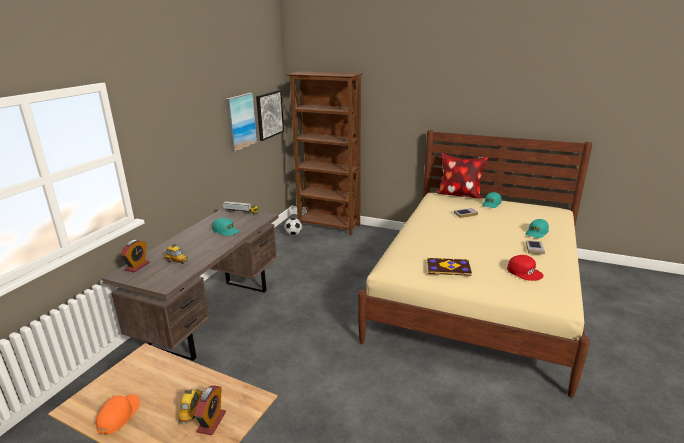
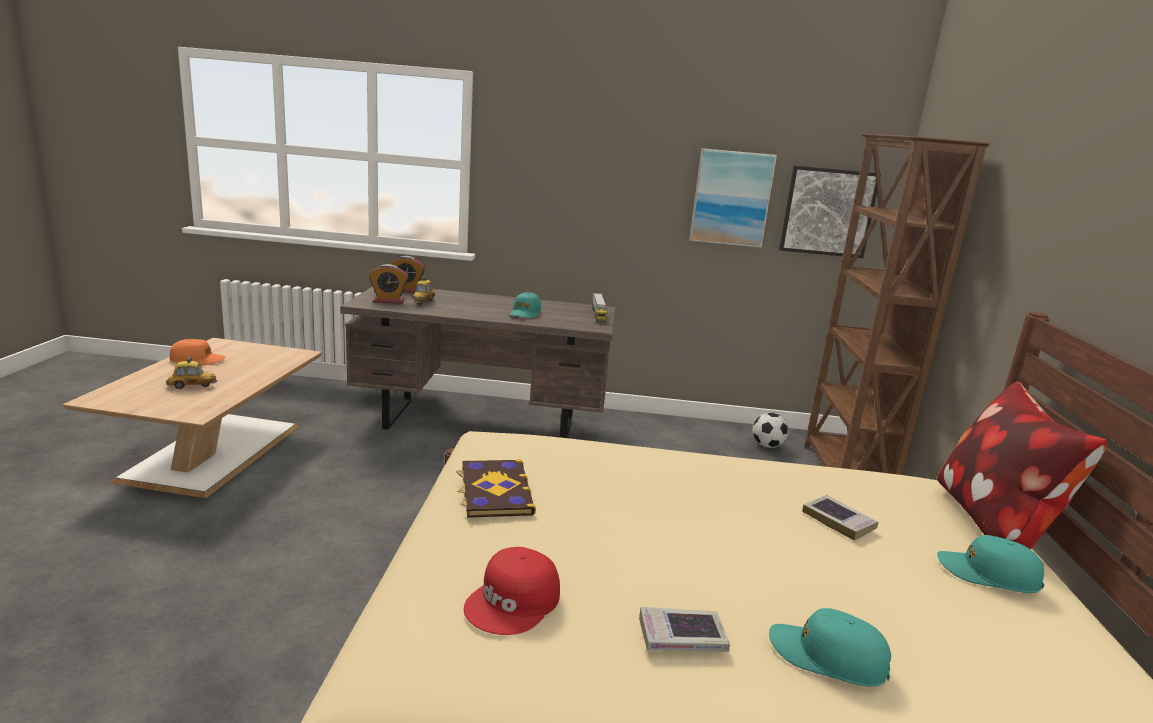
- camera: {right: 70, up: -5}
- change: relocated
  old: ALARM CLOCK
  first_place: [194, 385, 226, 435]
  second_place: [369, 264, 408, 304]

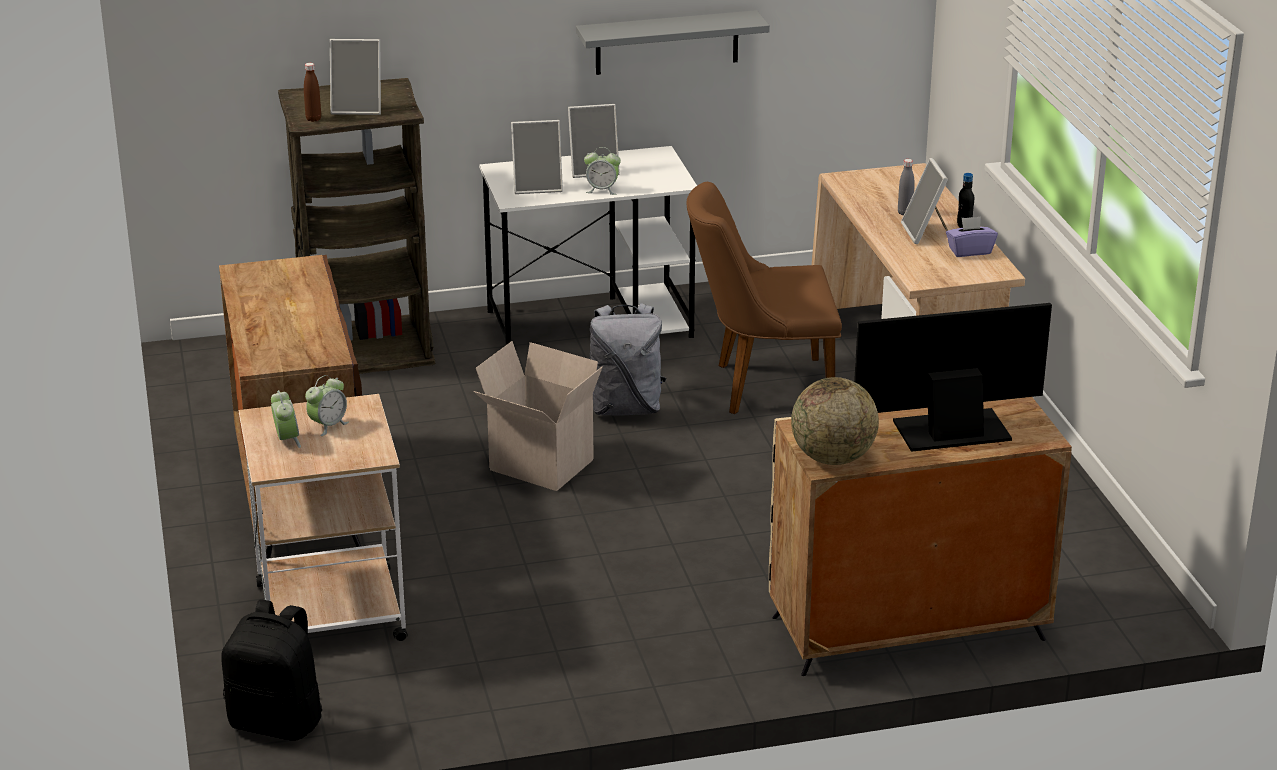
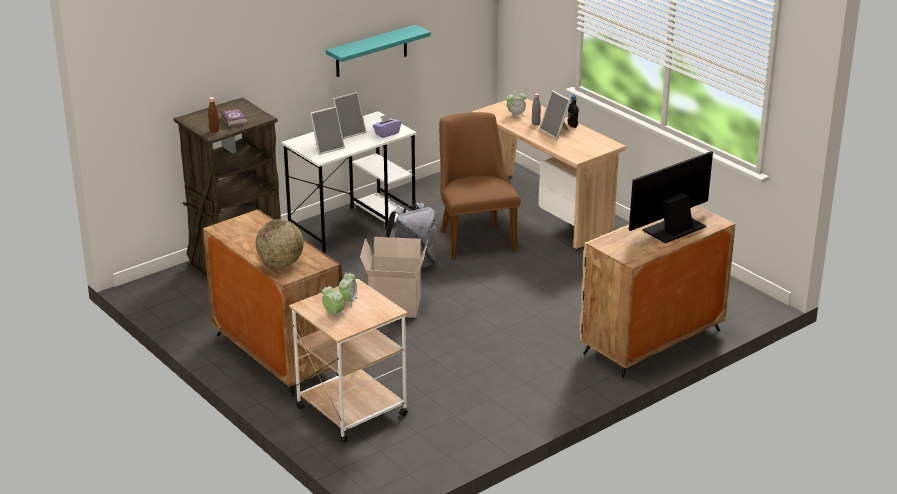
- camera: {right: -25, up: 0}
- change: exchanged
  old: PICTURE FRAME
  new: BOOK
  first_place: [330, 39, 381, 115]
  second_place: [220, 108, 248, 127]
- change: relocated
  old: WORLD GLOBE
  first_place: [791, 377, 879, 465]
  second_place: [256, 219, 304, 267]
- change: colour
  old: GRAY WALL SHELF
  new: TURQUOISE WALL SHELF
  first_place: [576, 10, 770, 75]
  second_place: [326, 25, 431, 77]
- change: relocated
  old: PURPLE TISSUE HOLDER
  first_place: [946, 216, 998, 257]
  second_place: [373, 114, 401, 138]
- change: spun
  old: BROWNISH CHAIR
  first_place: [686, 182, 842, 414]
  second_place: [439, 112, 521, 260]
  degrees: 105
- change: relocated
  old: ALARM CLOCK
  first_place: [584, 147, 621, 195]
  second_place: [506, 93, 526, 118]
- change: missing
  old: BLACKISH KNAPSACK
  first_place: [221, 600, 322, 741]

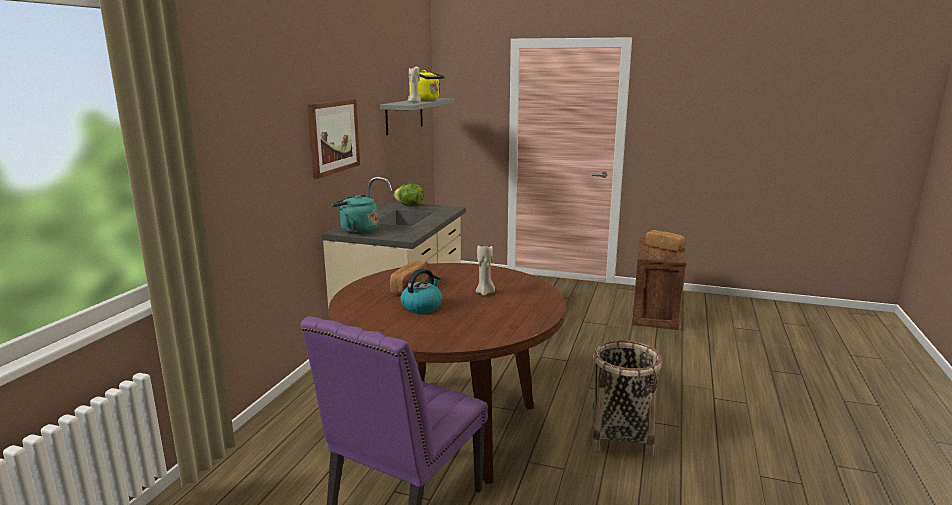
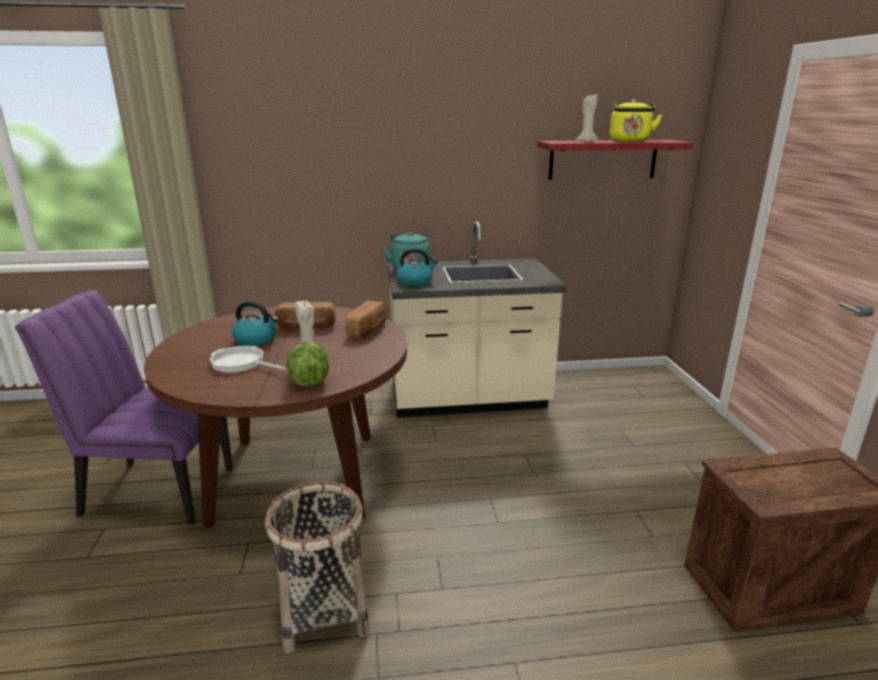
- camera: {right: 65, up: 5}
- change: appeared
  new: PAN
  second_place: [210, 346, 287, 373]
- change: relocated
  old: HEAD OF LETTUCE
  first_place: [394, 184, 424, 206]
  second_place: [286, 342, 329, 387]
- change: relocated
  old: BREAD
  first_place: [645, 230, 686, 252]
  second_place: [345, 301, 387, 338]
- change: appeared
  new: TEA KETTLE
  second_place: [397, 248, 438, 286]
- change: colour
  old: GRAY WALL SHELF
  new: RED WALL SHELF
  first_place: [380, 98, 455, 135]
  second_place: [537, 140, 693, 180]
- change: missing
  old: WALL ART
  first_place: [307, 99, 360, 179]

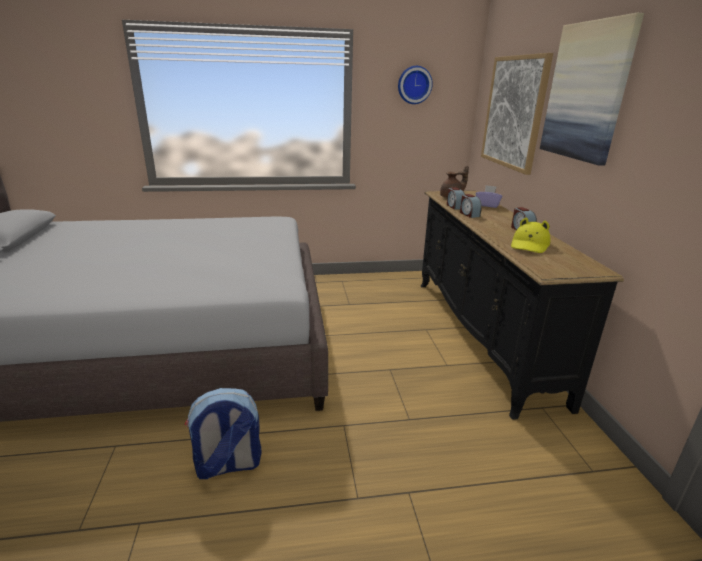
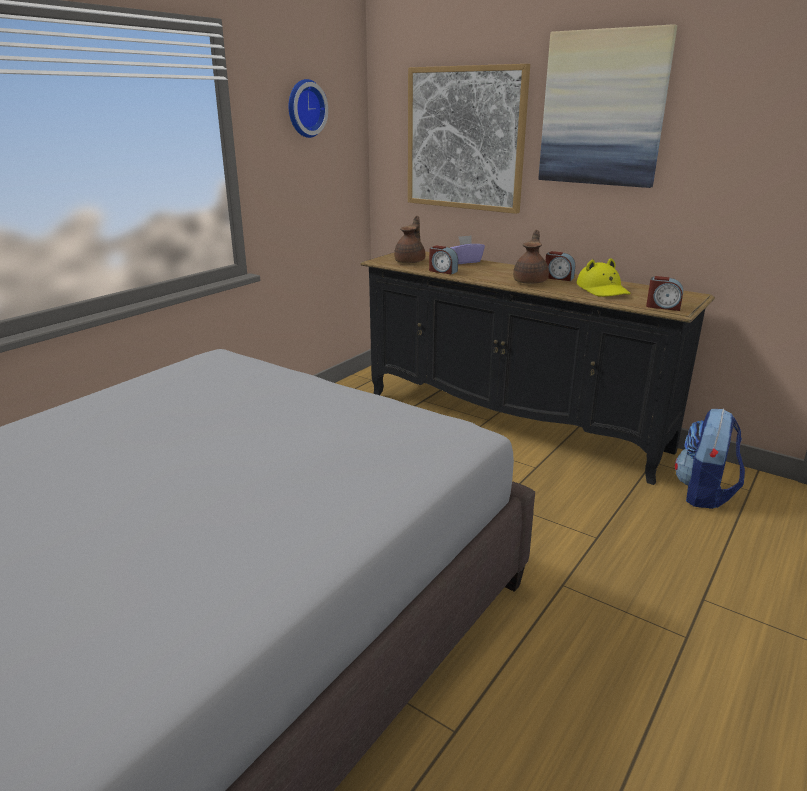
- camera: {right: -45, up: 0}
- change: appeared
  new: BROWNISH TEAPOT
  second_place: [513, 230, 549, 284]
- change: relocated
  old: ALARM CLOCK
  first_place: [460, 194, 482, 218]
  second_place: [646, 276, 683, 311]
- change: relocated
  old: KNAPSACK
  first_place: [185, 388, 262, 479]
  second_place: [675, 409, 745, 509]

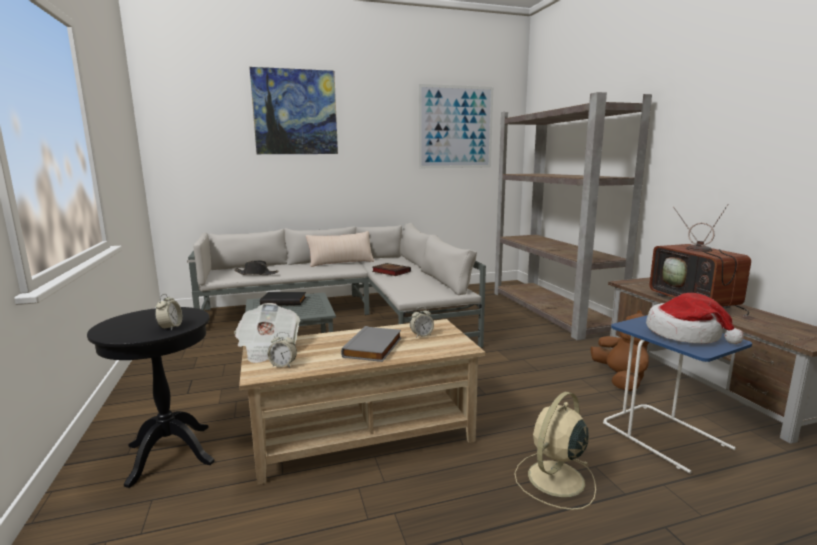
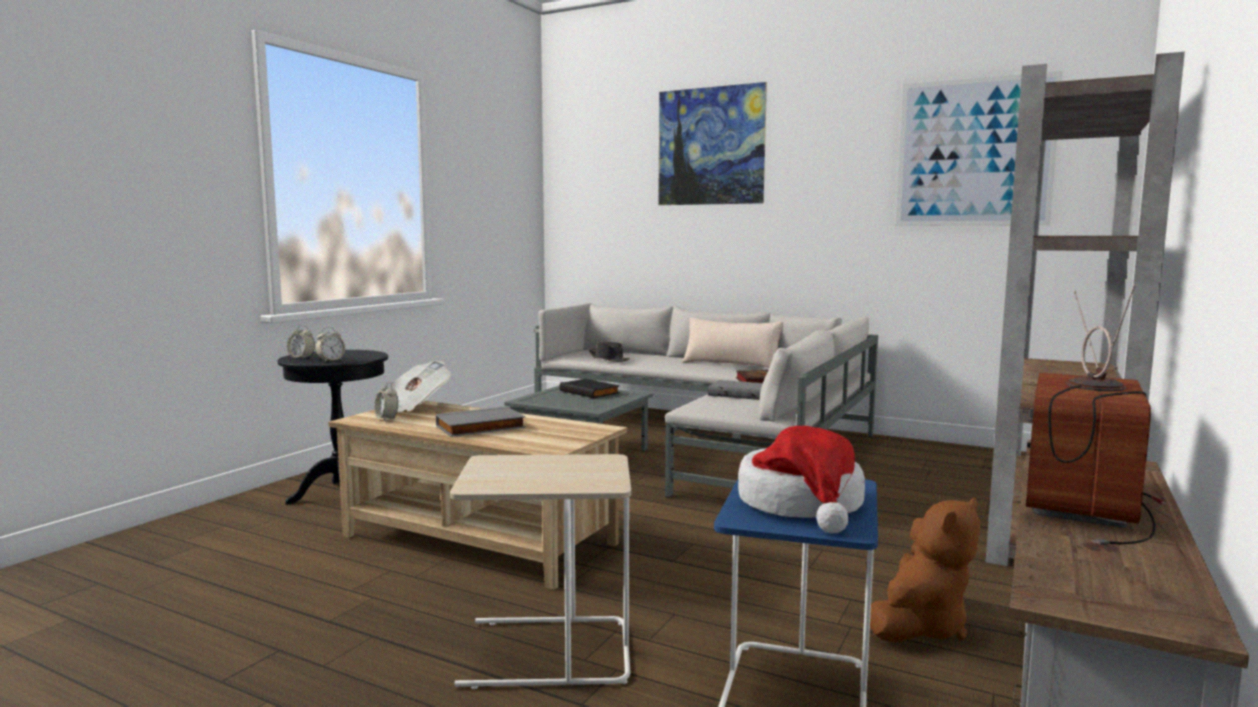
- camera: {right: 45, up: -5}
- change: relocated
  old: ALARM CLOCK
  first_place: [410, 307, 434, 338]
  second_place: [287, 325, 315, 359]
- change: exchanged
  old: BEIGE-COLOURED FAN
  new: BEIGE-COLOURED END TABLE
  first_place: [514, 392, 596, 510]
  second_place: [450, 454, 631, 689]
- change: appeared
  new: GRAY BOOK
  second_place: [708, 380, 763, 400]

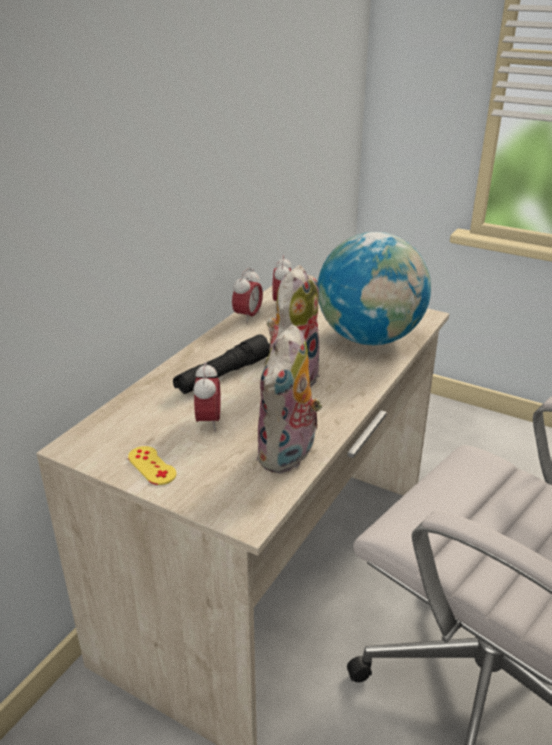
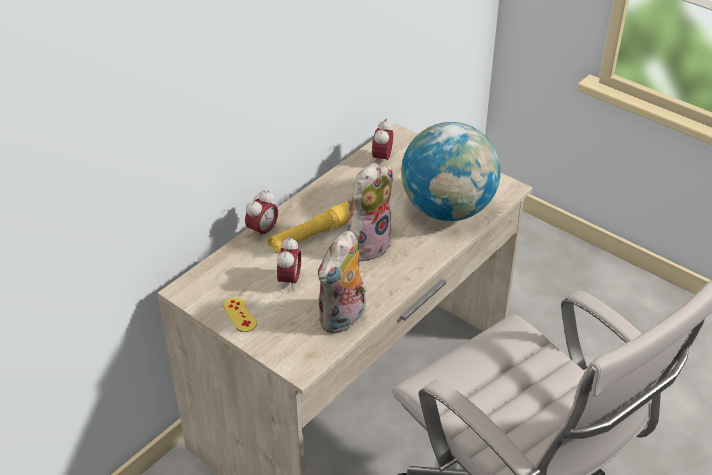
- camera: {right: 10, up: 10}
- change: relocated
  old: ALARM CLOCK
  first_place: [232, 268, 263, 323]
  second_place: [245, 190, 278, 241]
- change: colour
  old: BLACKISH TORCH
  new: YELLOW TORCH
  first_place: [173, 334, 270, 394]
  second_place: [267, 202, 350, 253]

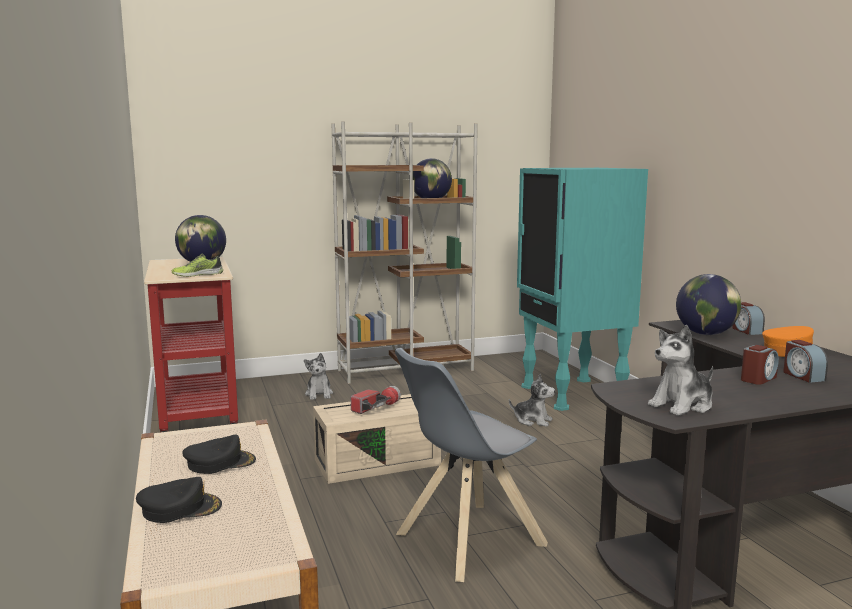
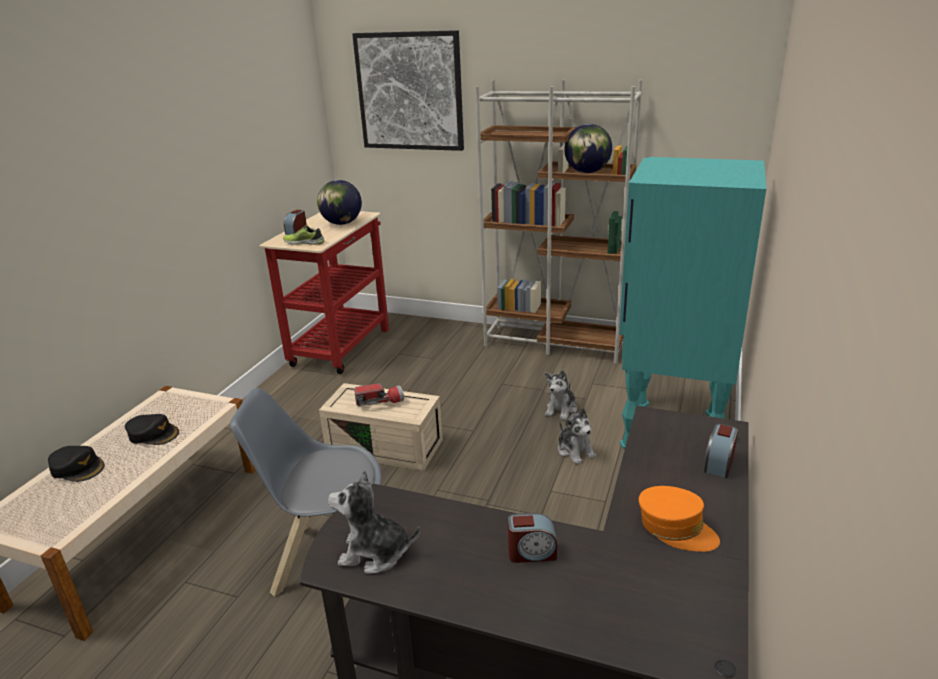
- camera: {right: 40, up: 15}
- change: relocated
  old: ALARM CLOCK
  first_place: [783, 340, 828, 383]
  second_place: [284, 210, 307, 235]
- change: appeared
  new: WALL ART
  second_place: [352, 30, 464, 151]
- change: relocated
  old: PLUSH TOY
  first_place: [304, 353, 333, 400]
  second_place: [545, 370, 577, 420]
- change: missing
  old: WORLD GLOBE
  first_place: [676, 274, 741, 335]

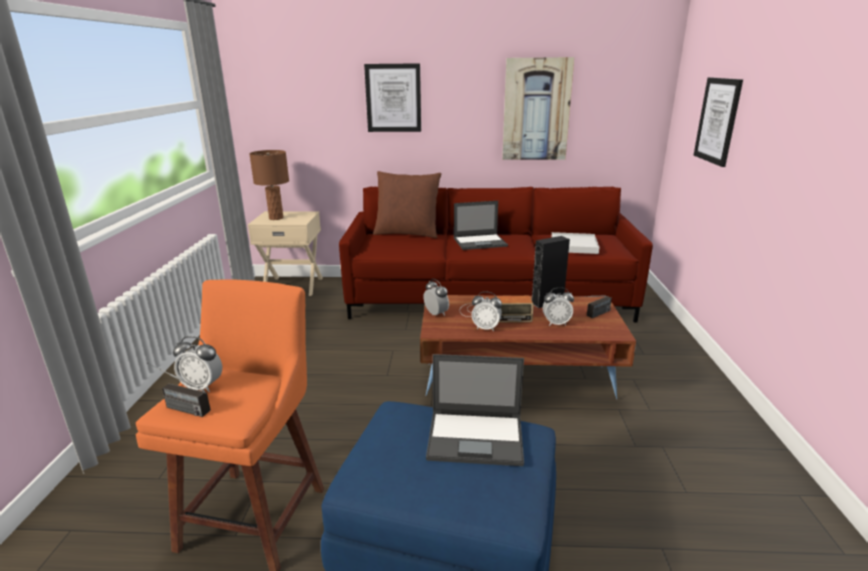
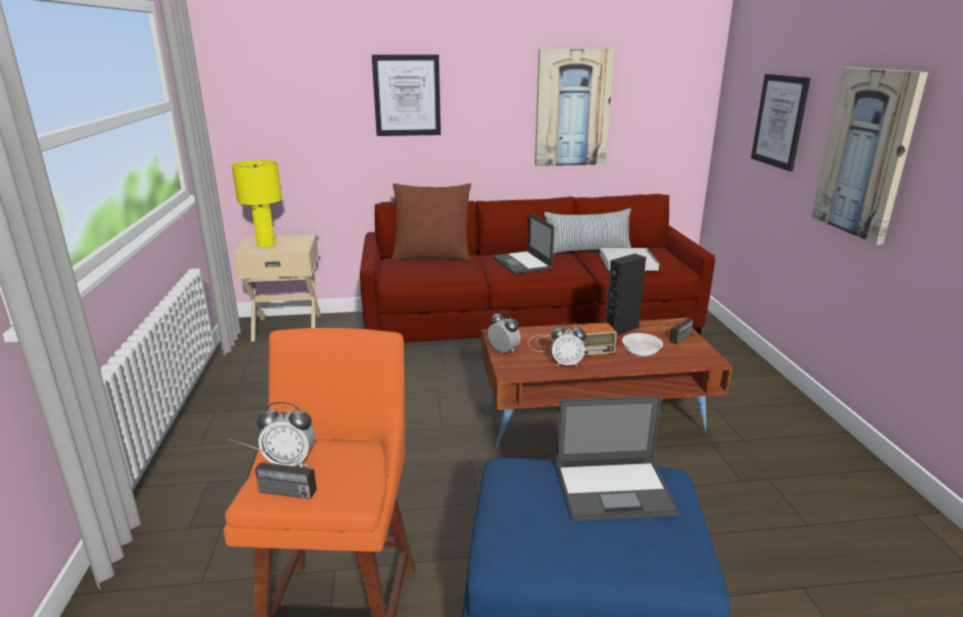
- camera: {right: -10, up: 0}
- change: colour
  old: BROWNISH TABLETOP LAMP
  new: YELLOW TABLETOP LAMP
  first_place: [249, 150, 289, 220]
  second_place: [232, 160, 282, 247]
- change: spun
  old: PORTABLE COMPUTER
  first_place: [454, 201, 508, 250]
  second_place: [492, 213, 554, 274]
  degrees: 90
- change: appeared
  new: PILLOW
  second_place: [544, 208, 631, 254]
- change: exchanged
  old: ALARM CLOCK
  new: SERVING BOWL
  first_place: [543, 287, 574, 326]
  second_place: [622, 333, 663, 357]
- change: appeared
  new: WALL ART
  second_place: [811, 67, 928, 245]

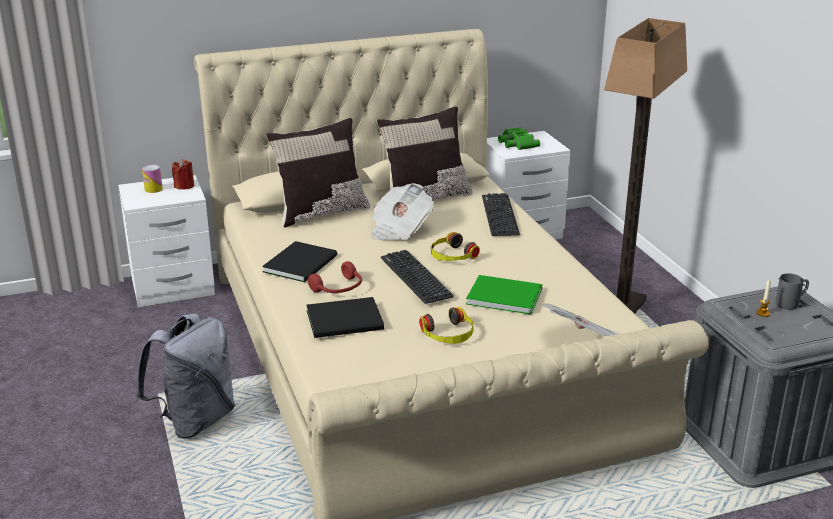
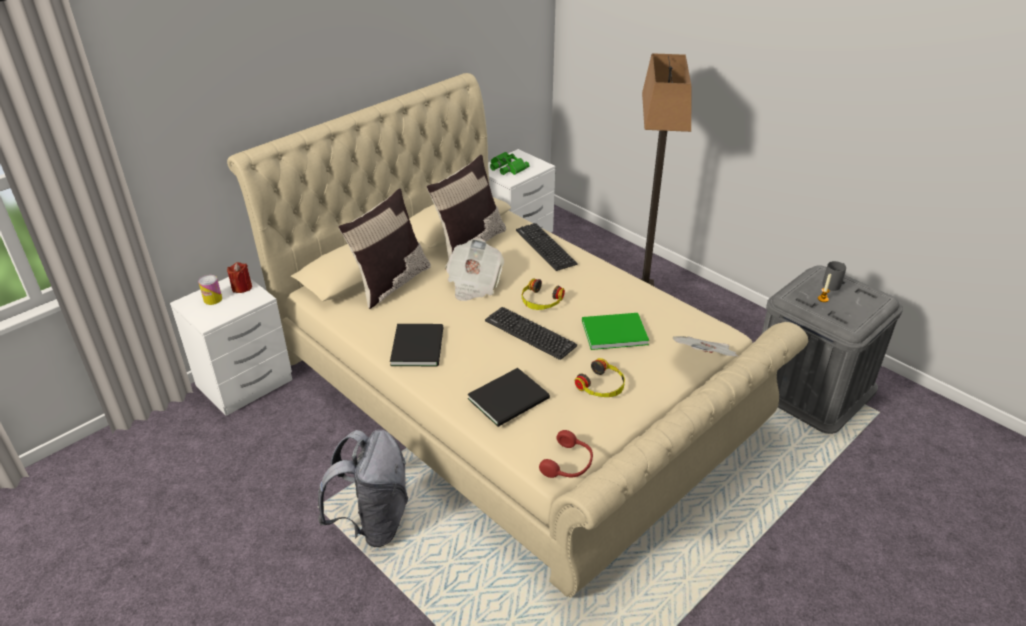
- camera: {right: -25, up: 10}
- change: relocated
  old: RED PAIR OF HEADPHONES
  first_place: [308, 261, 362, 293]
  second_place: [539, 430, 593, 478]

